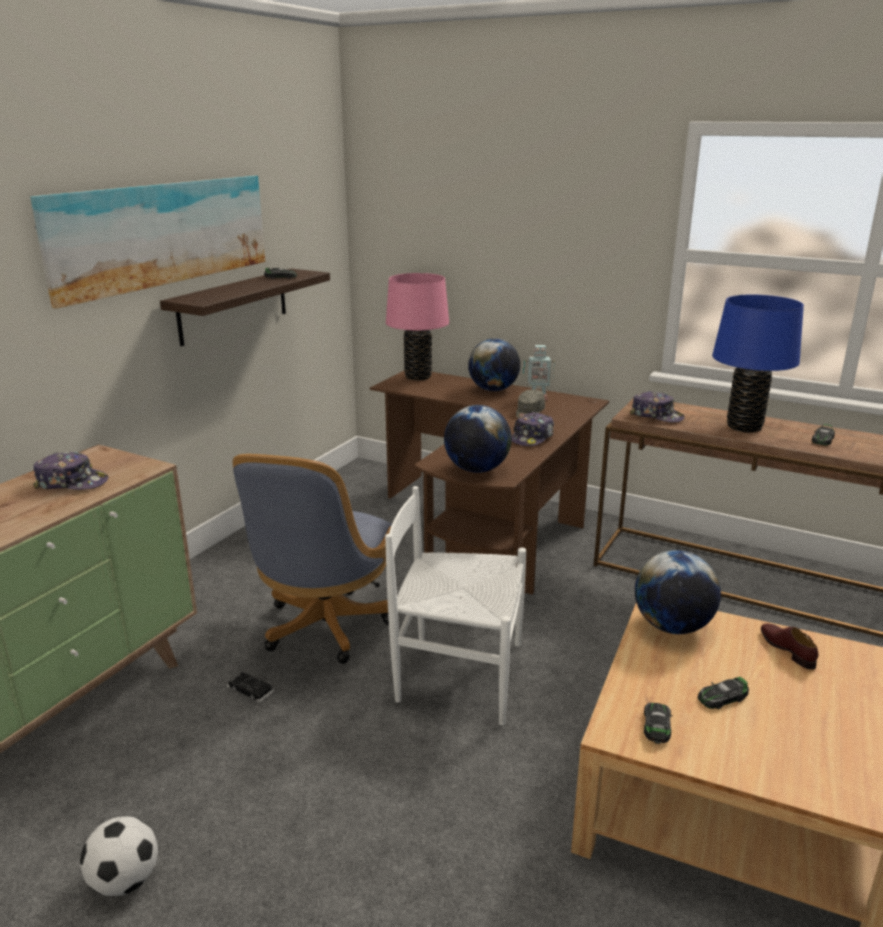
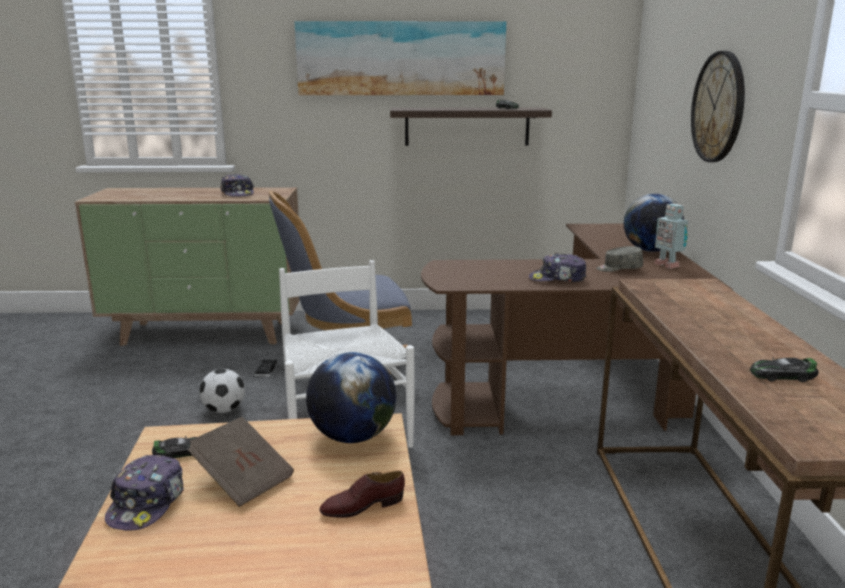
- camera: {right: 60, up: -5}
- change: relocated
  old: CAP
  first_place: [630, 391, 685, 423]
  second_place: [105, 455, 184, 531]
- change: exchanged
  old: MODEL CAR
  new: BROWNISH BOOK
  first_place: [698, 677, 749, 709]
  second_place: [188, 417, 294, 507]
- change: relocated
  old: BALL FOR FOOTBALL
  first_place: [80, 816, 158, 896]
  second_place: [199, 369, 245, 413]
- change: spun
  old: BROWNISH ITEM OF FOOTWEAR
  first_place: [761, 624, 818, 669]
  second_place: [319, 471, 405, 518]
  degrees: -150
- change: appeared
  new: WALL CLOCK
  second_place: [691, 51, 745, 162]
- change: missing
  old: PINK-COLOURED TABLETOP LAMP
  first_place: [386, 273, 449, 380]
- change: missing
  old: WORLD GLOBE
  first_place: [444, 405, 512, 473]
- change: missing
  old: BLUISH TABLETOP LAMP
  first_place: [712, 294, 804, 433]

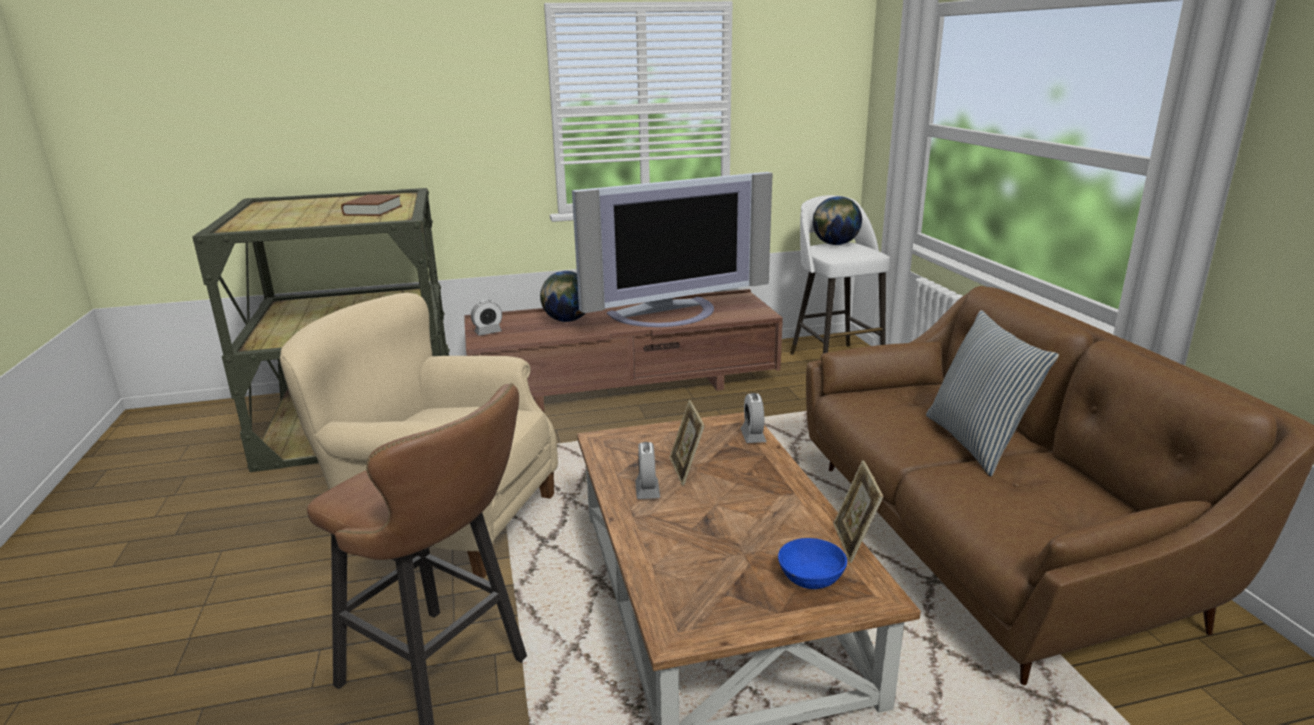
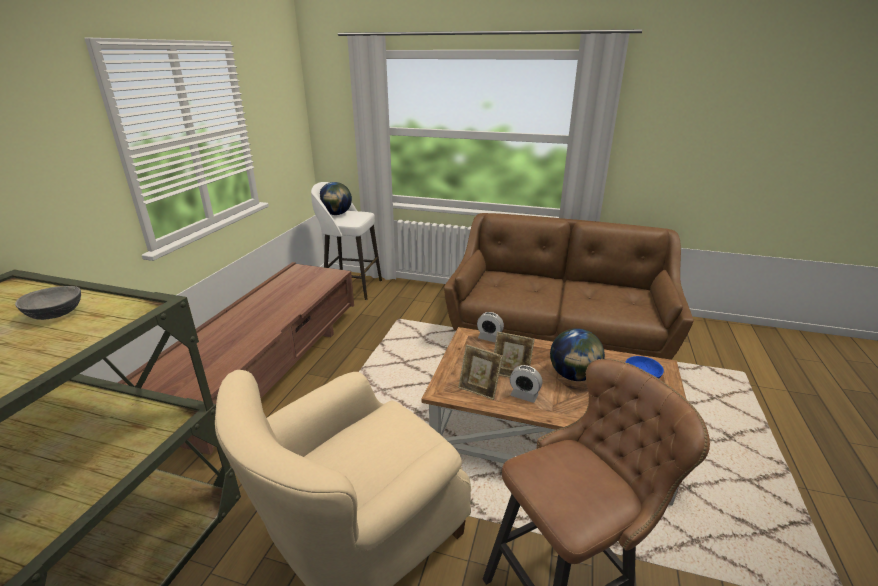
- camera: {right: -60, up: 5}
- change: exchanged
  old: BROWNISH BOOK
  new: GRAY SERVING BOWL
  first_place: [341, 195, 402, 216]
  second_place: [15, 286, 81, 320]
- change: relocated
  old: PICTURE FRAME
  first_place: [833, 460, 884, 563]
  second_place: [458, 344, 503, 400]
- change: relocated
  old: WORLD GLOBE
  first_place: [540, 271, 585, 322]
  second_place: [550, 328, 605, 381]
- change: missing
  old: ALARM CLOCK
  first_place: [471, 300, 502, 336]
- change: missing
  old: TELEVISION
  first_place: [572, 172, 773, 327]
- change: missing
  old: PILLOW
  first_place: [926, 310, 1059, 476]

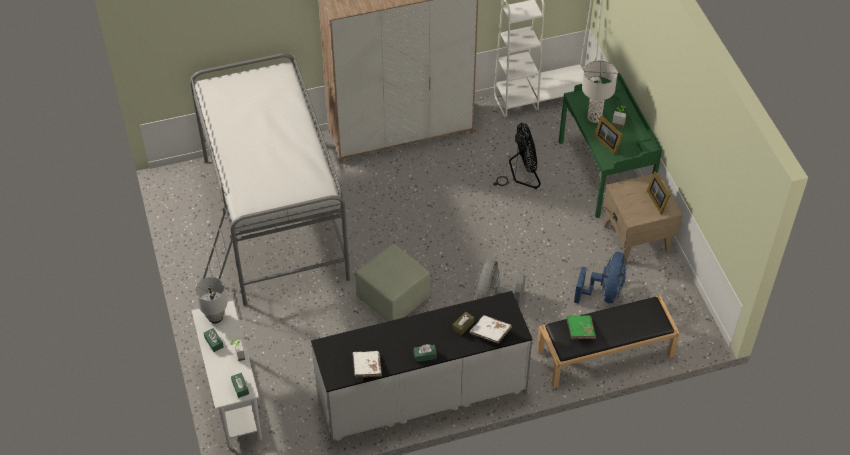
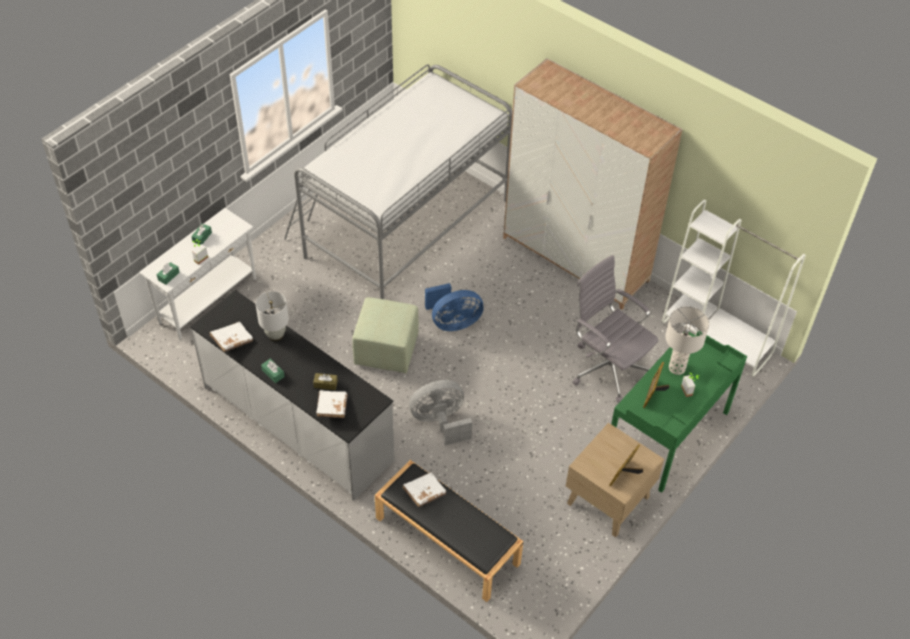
- camera: {right: 55, up: 0}
- change: relocated
  old: WHITE-COLOURED TABLETOP LAMP
  first_place: [195, 277, 227, 323]
  second_place: [256, 291, 289, 341]
- change: colour
  old: GREEN BOOK
  new: WHITE-COLOURED BOOK
  first_place: [566, 315, 596, 339]
  second_place: [403, 472, 446, 507]
- change: relocated
  old: BLUISH FAN
  first_place: [574, 252, 626, 304]
  second_place: [425, 283, 484, 331]
- change: exchanged
  old: BLACKISH FAN
  new: GRAY OFFICE CHAIR
  first_place: [492, 123, 541, 190]
  second_place: [573, 255, 659, 403]

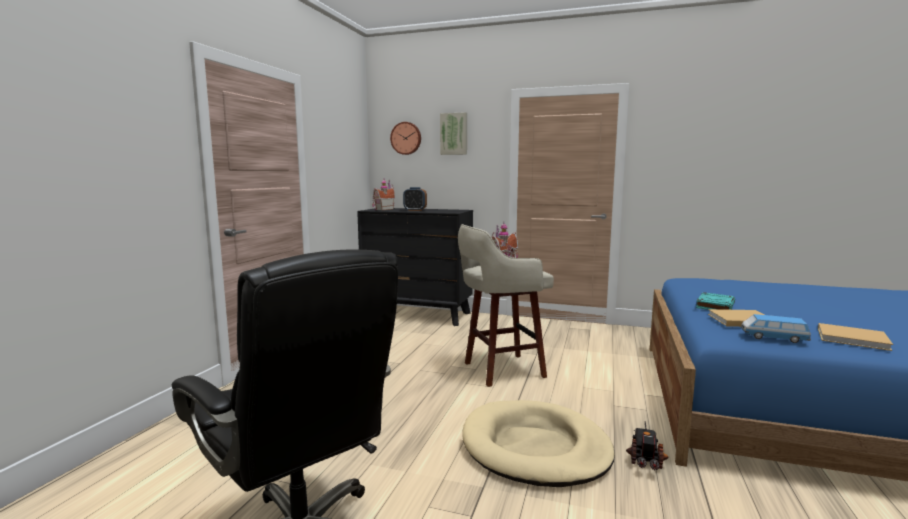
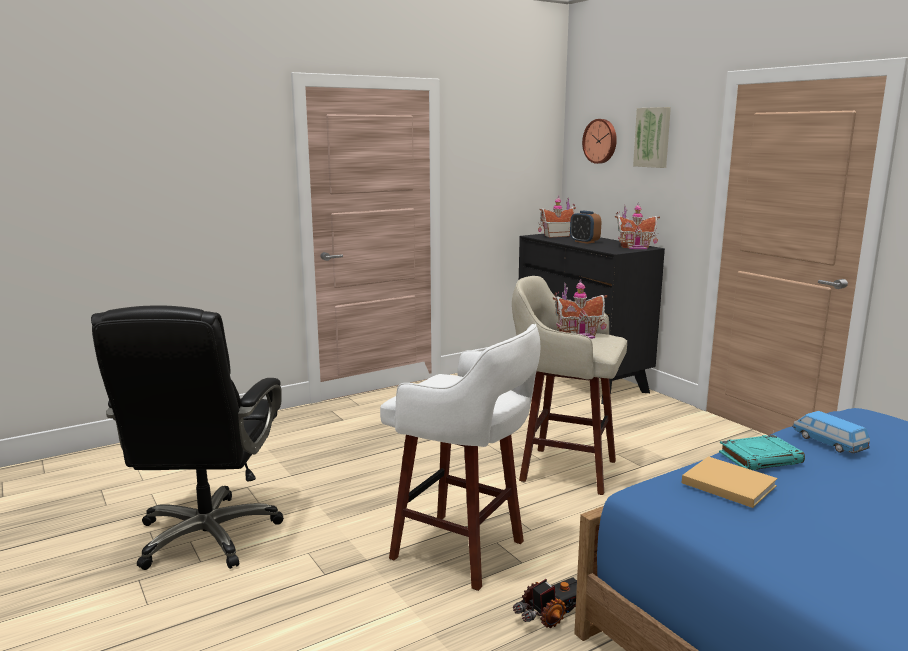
- camera: {right: 40, up: 5}
- change: exchanged
  old: BEIGE-COLOURED DOG BED
  new: WHITE-COLOURED STOOL
  first_place: [462, 400, 615, 487]
  second_place: [380, 324, 540, 591]
- change: appeared
  new: TOY HOUSE
  second_place: [615, 205, 660, 249]
- change: relocated
  old: MODEL CAR
  first_place: [741, 314, 811, 343]
  second_place: [792, 411, 870, 453]
- change: missing
  old: BEIGE-COLOURED BOOK
  first_place: [818, 323, 893, 351]

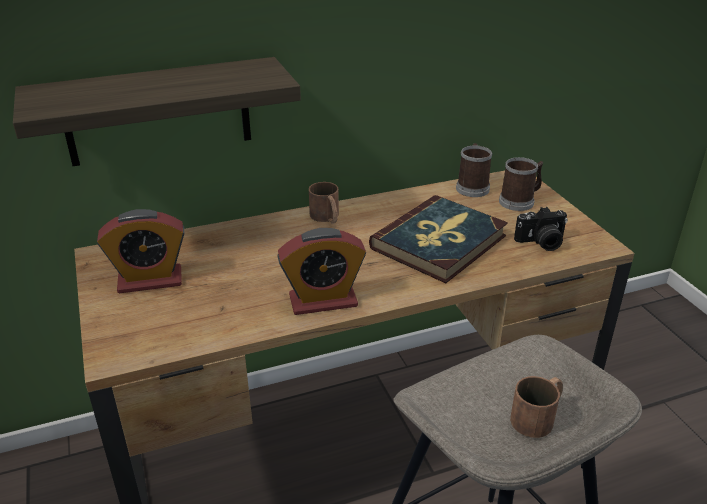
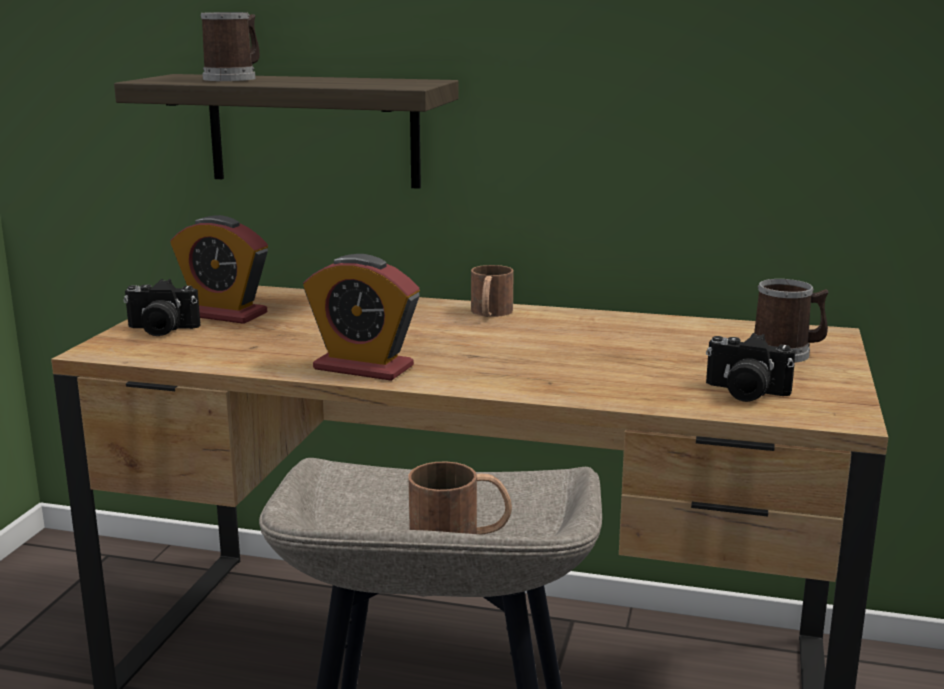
- camera: {right: 35, up: -15}
- change: appeared
  new: PHOTO CAMERA
  second_place: [124, 279, 200, 336]
- change: relocated
  old: MUG
  first_place: [456, 143, 493, 197]
  second_place: [200, 12, 260, 81]
- change: missing
  old: BOOK
  first_place: [369, 195, 508, 283]

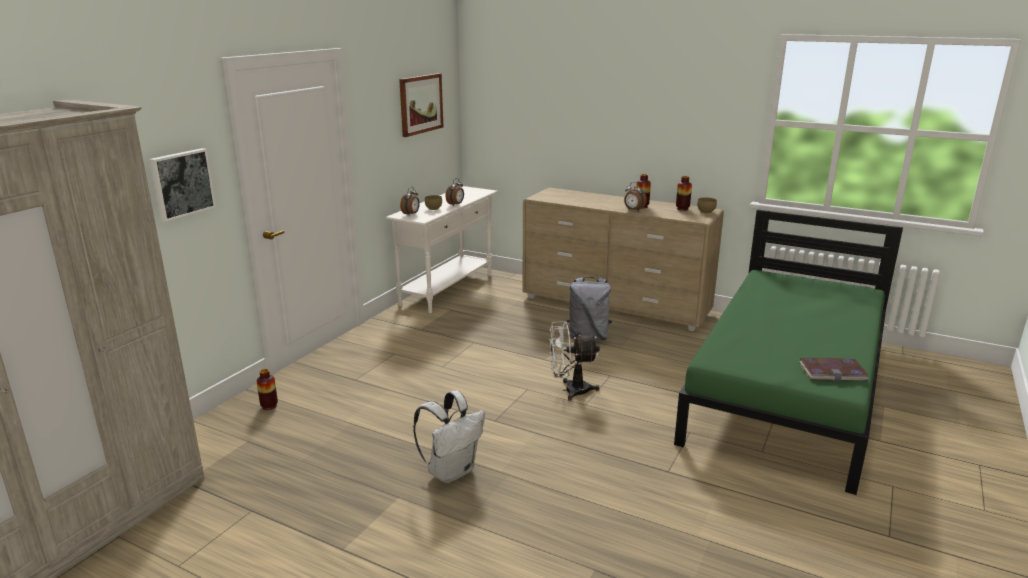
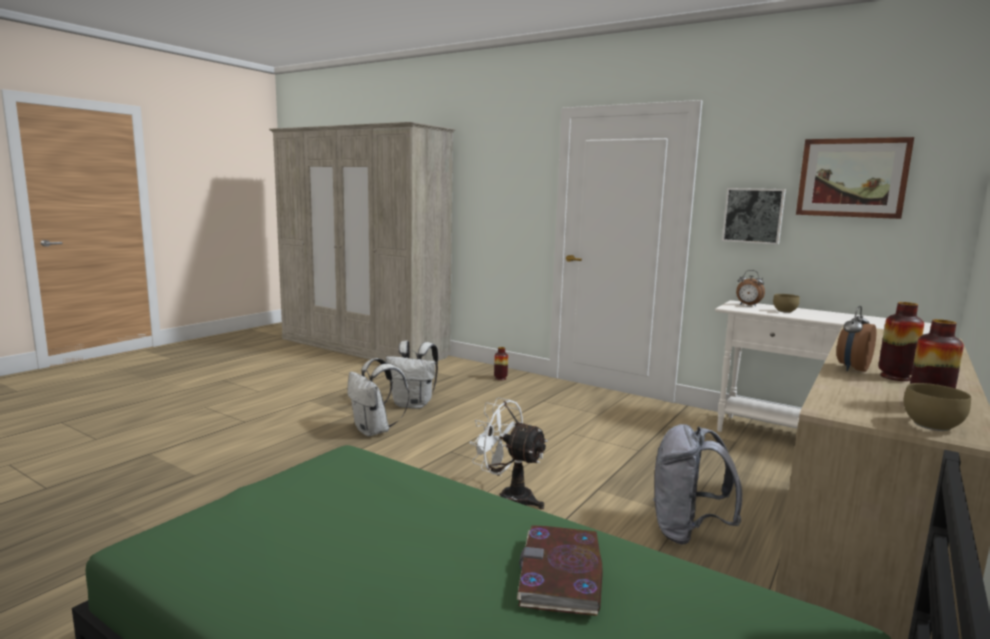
- camera: {right: 95, up: -10}
- change: appeared
  new: WHITE-COLOURED KNAPSACK
  second_place: [386, 341, 438, 409]
- change: spun
  old: WHITE-COLOURED FAN
  first_place: [549, 321, 600, 401]
  second_place: [469, 398, 548, 510]
  degrees: -60
- change: relocated
  old: BOOK
  first_place: [799, 358, 869, 381]
  second_place: [517, 525, 603, 616]
- change: relocated
  old: WALL ART
  first_place: [149, 148, 216, 222]
  second_place: [722, 188, 786, 245]
- change: missing
  old: ALARM CLOCK
  first_place: [445, 178, 464, 206]

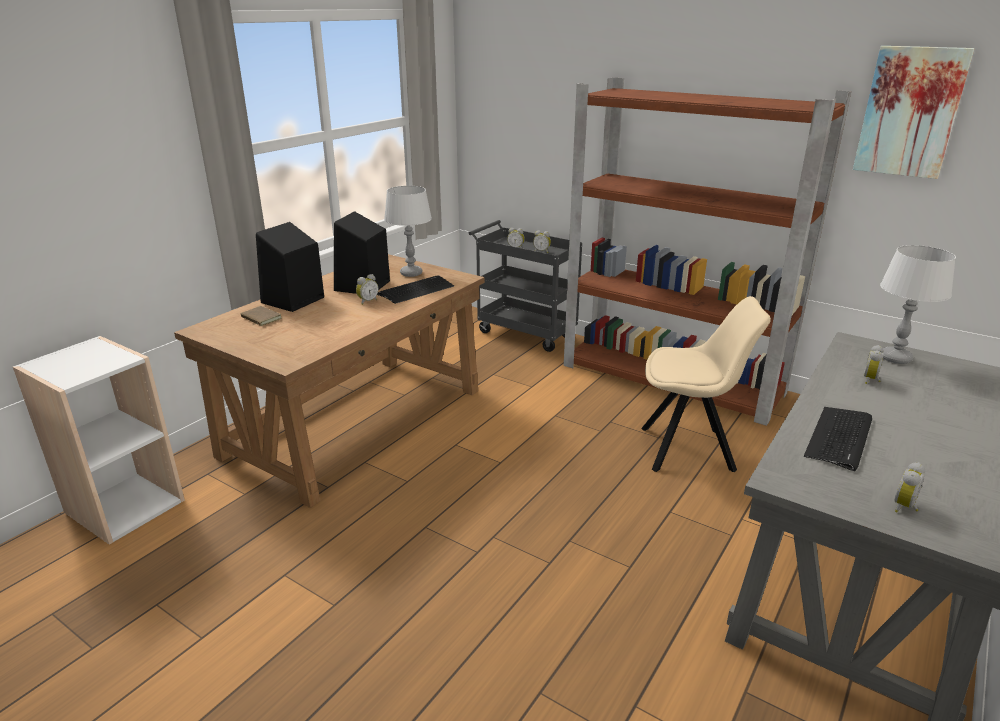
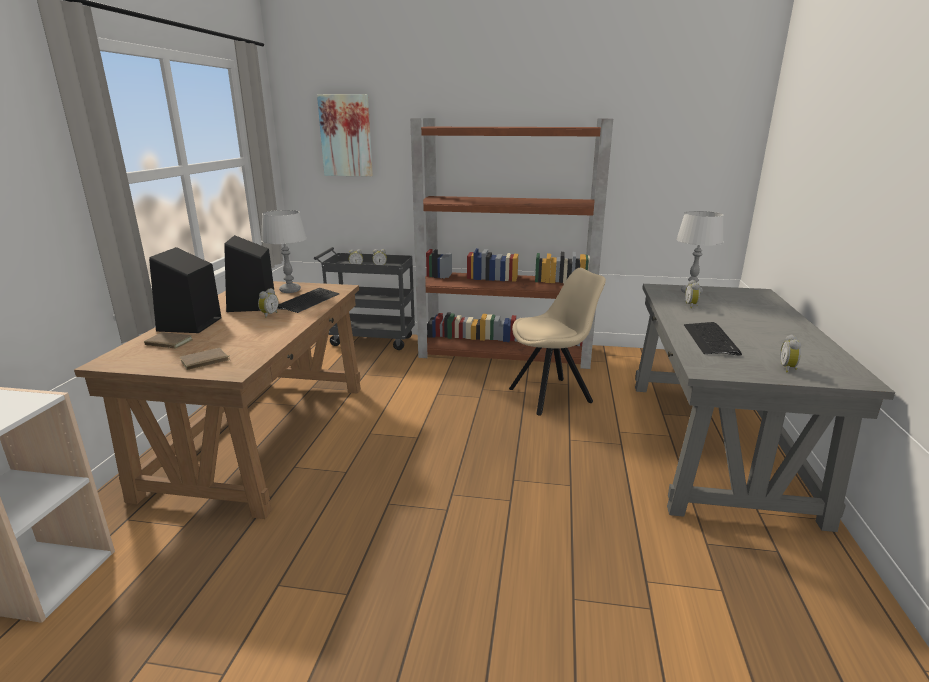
- camera: {right: -25, up: -5}
- change: appeared
  new: BROWNISH BOOK
  second_place: [180, 348, 230, 370]
- change: relocated
  old: WALL ART
  first_place: [853, 46, 975, 179]
  second_place: [317, 94, 373, 177]

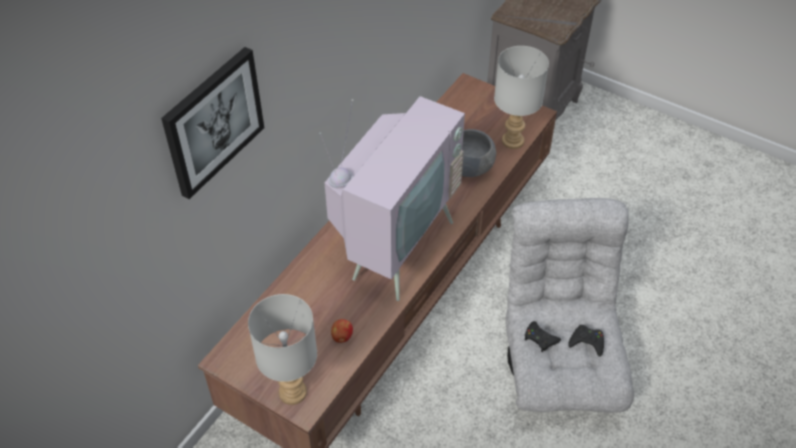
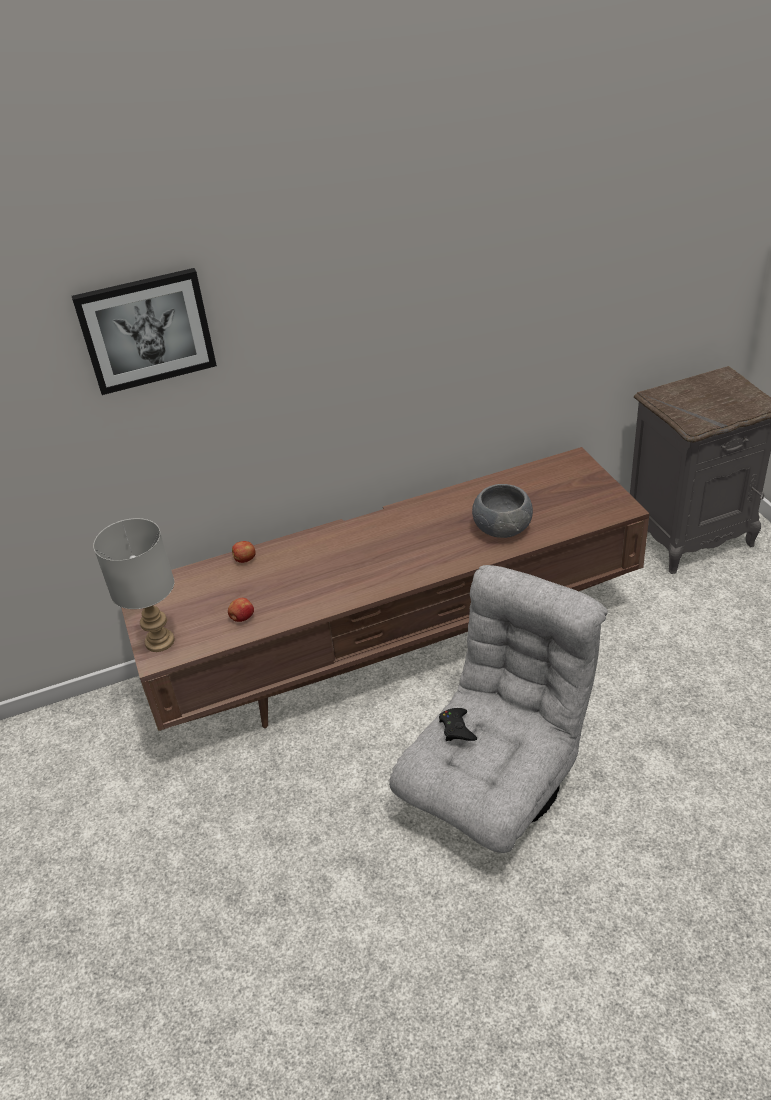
- camera: {right: 40, up: -10}
- change: appeared
  new: APPLE
  second_place: [232, 541, 256, 563]
- change: missing
  old: TELEVISION
  first_place: [319, 96, 465, 301]
- change: missing
  old: GRAY TABLETOP LAMP
  first_place: [494, 46, 549, 149]
- change: missing
  old: BLACKISH JOYPAD
  first_place: [568, 325, 604, 357]

